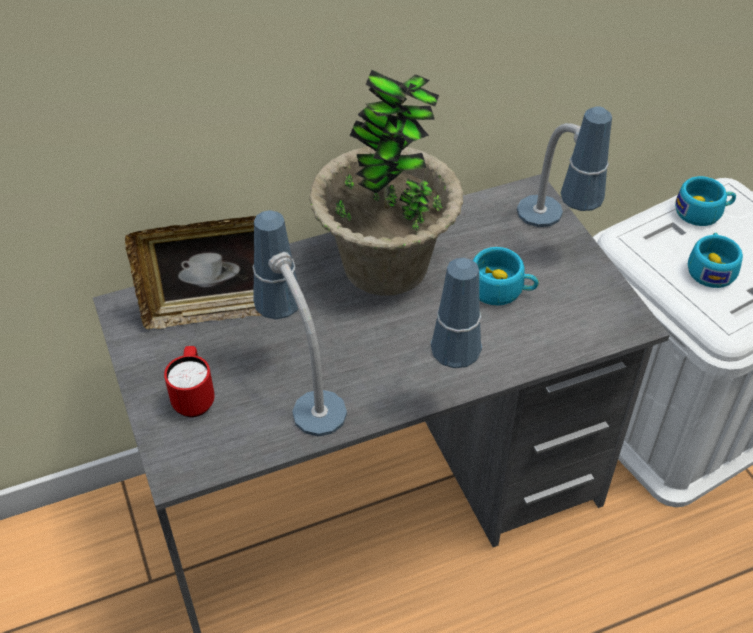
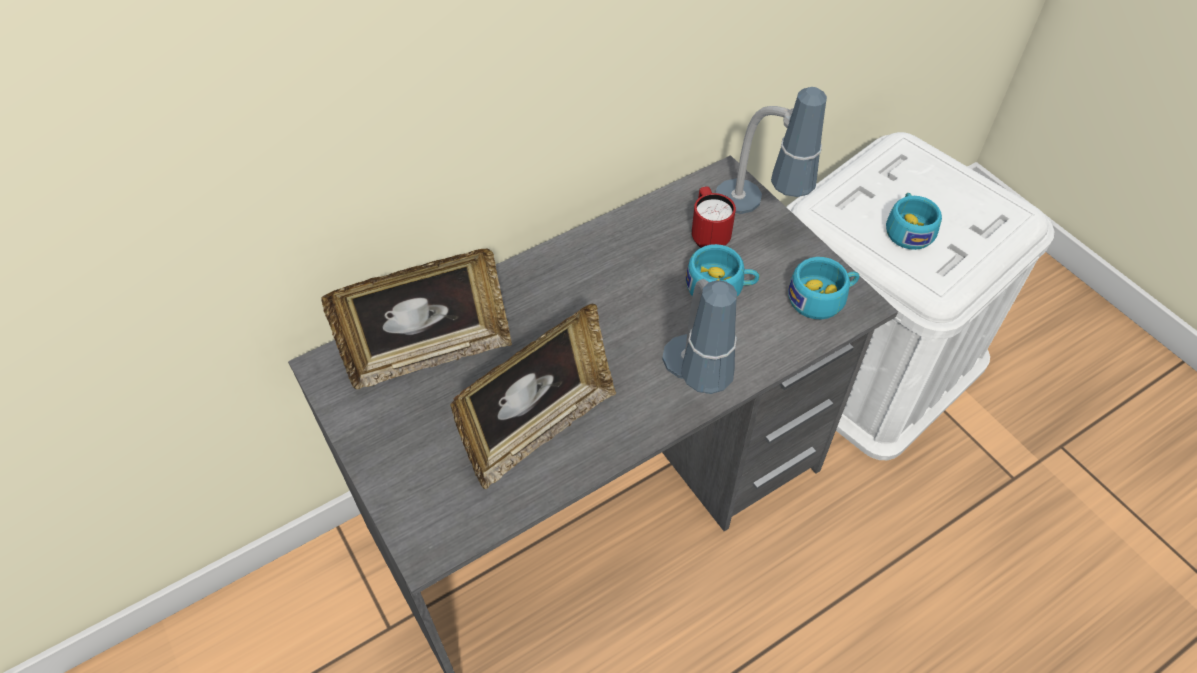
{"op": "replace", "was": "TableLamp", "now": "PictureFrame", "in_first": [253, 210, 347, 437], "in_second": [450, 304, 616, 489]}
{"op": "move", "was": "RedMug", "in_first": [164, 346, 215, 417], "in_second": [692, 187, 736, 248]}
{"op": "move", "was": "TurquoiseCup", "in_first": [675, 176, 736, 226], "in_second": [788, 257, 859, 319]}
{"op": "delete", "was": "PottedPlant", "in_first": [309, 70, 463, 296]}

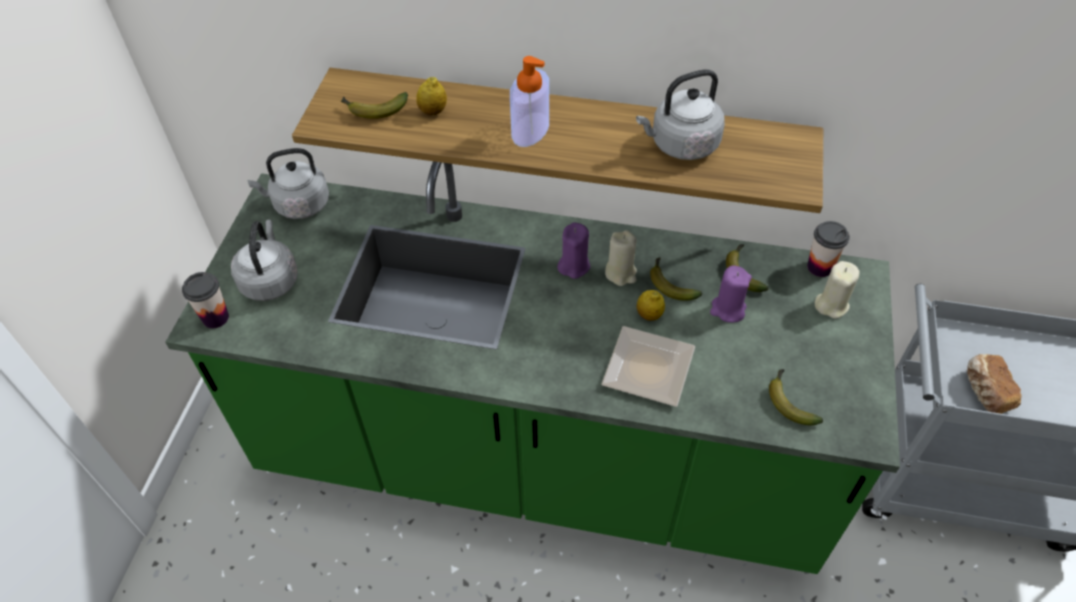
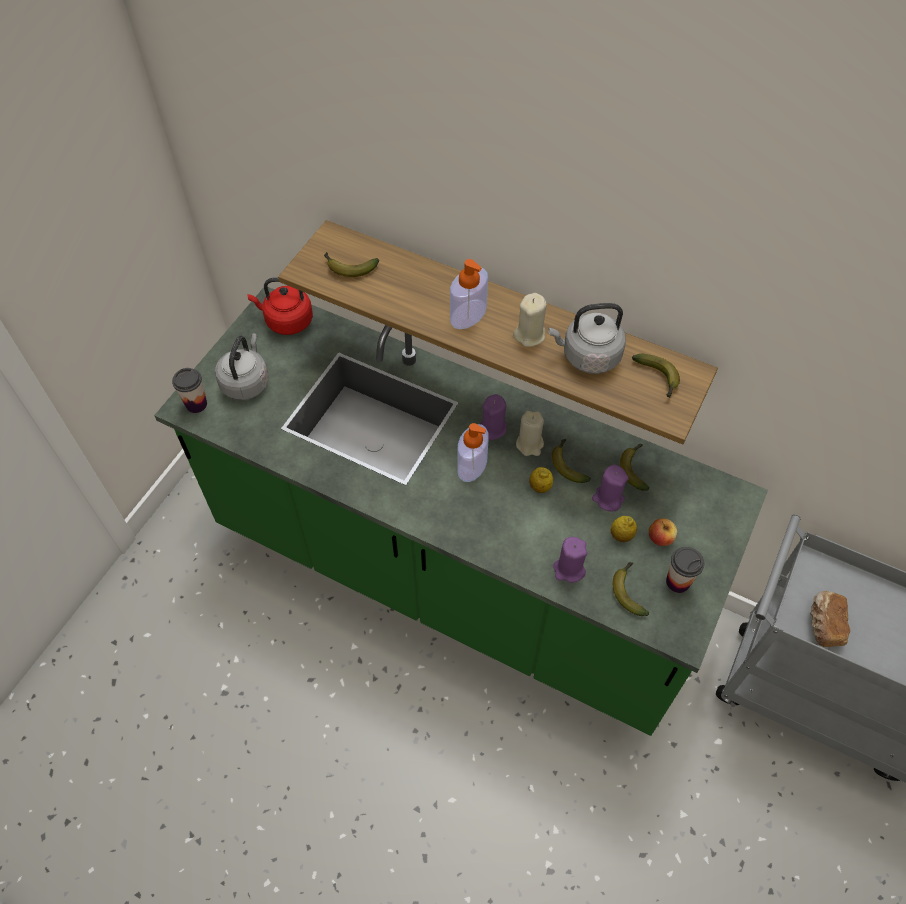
{"op": "recolor", "was": "GreyKettle", "now": "RedKettle", "in_first": [247, 148, 329, 219], "in_second": [248, 277, 313, 335]}
{"op": "insert", "now": "SoapDispenser", "in_second": [457, 423, 488, 482]}
{"op": "move", "was": "BeigeCandle", "in_first": [815, 261, 859, 319], "in_second": [513, 293, 547, 347]}
{"op": "insert", "now": "PurpleCandle", "in_second": [553, 537, 587, 583]}
{"op": "move", "was": "Lemon", "in_first": [417, 77, 447, 115], "in_second": [611, 516, 637, 542]}
{"op": "insert", "now": "Banana", "in_second": [632, 354, 680, 398]}
{"op": "insert", "now": "Apple", "in_second": [649, 518, 677, 546]}
{"op": "move", "was": "Cup", "in_first": [807, 221, 850, 277], "in_second": [666, 547, 704, 593]}
{"op": "delete", "was": "Plate", "in_first": [602, 326, 696, 407]}

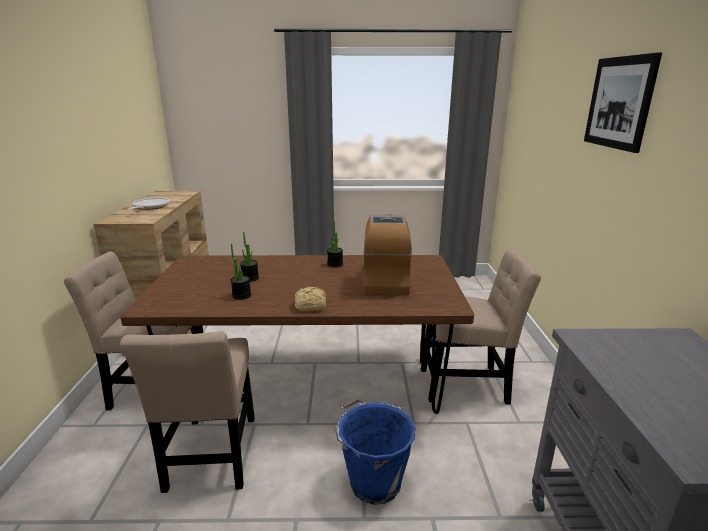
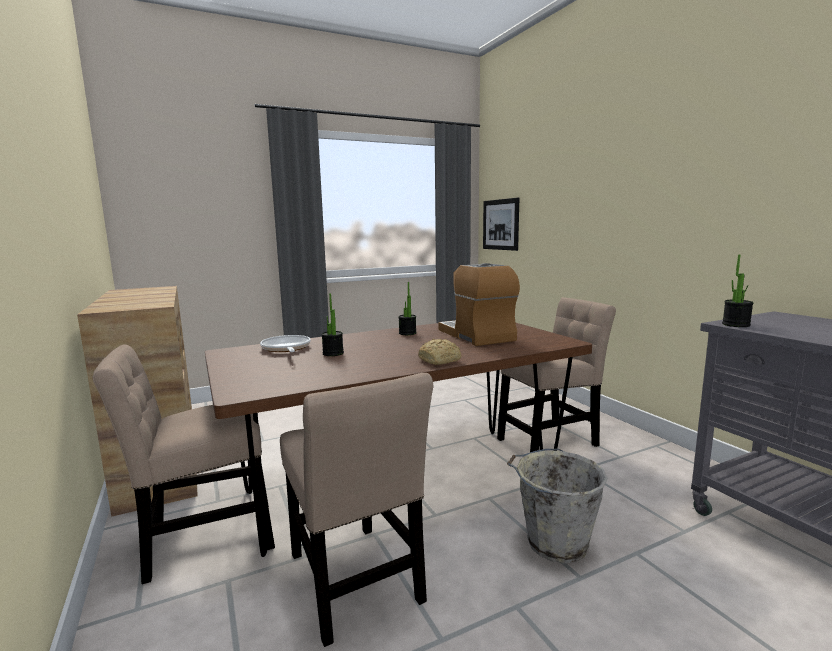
{"op": "move", "was": "FryingPan", "in_first": [126, 197, 170, 210], "in_second": [260, 335, 311, 352]}
{"op": "move", "was": "Picture", "in_first": [584, 52, 662, 153], "in_second": [483, 198, 519, 251]}
{"op": "recolor", "was": "BlueBucket", "now": "GreyBucket", "in_first": [336, 400, 416, 505], "in_second": [507, 449, 608, 563]}
{"op": "move", "was": "PottedPlant", "in_first": [231, 244, 251, 300], "in_second": [722, 254, 754, 327]}

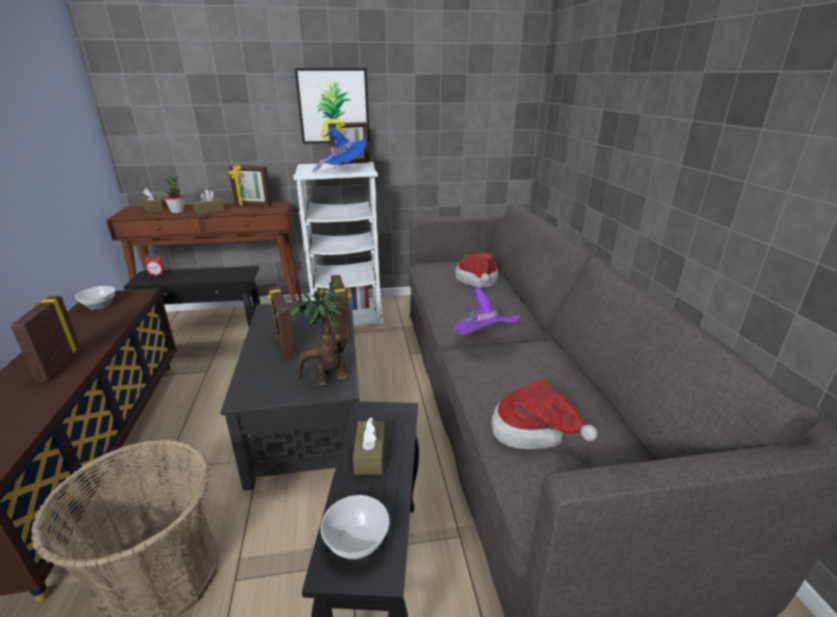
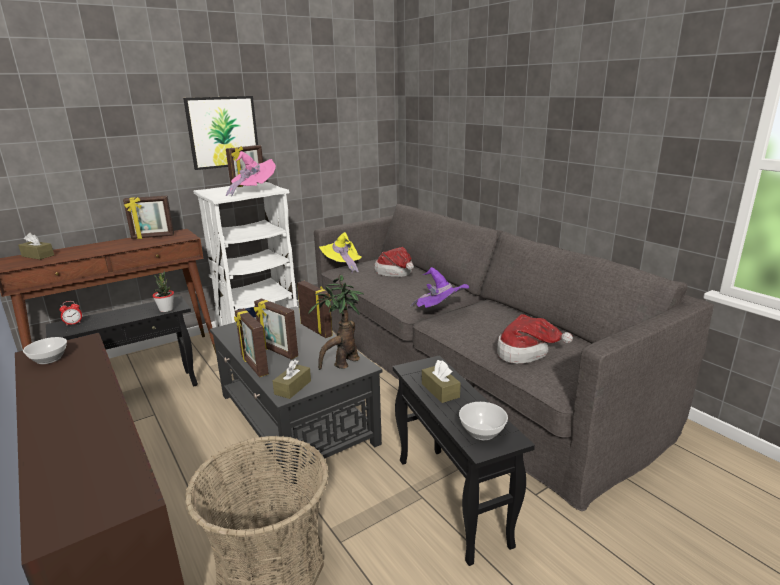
{"op": "move", "was": "PottedPlant", "in_first": [164, 176, 184, 214], "in_second": [153, 271, 174, 312]}
{"op": "recolor", "was": "BlueHat", "now": "PinkHat", "in_first": [312, 127, 366, 174], "in_second": [226, 151, 276, 197]}
{"op": "move", "was": "PictureFrame", "in_first": [10, 296, 81, 382], "in_second": [234, 308, 269, 377]}
{"op": "move", "was": "BrownTissueBox", "in_first": [192, 190, 225, 215], "in_second": [273, 360, 311, 399]}
{"op": "insert", "now": "YellowHat", "in_second": [319, 232, 362, 274]}

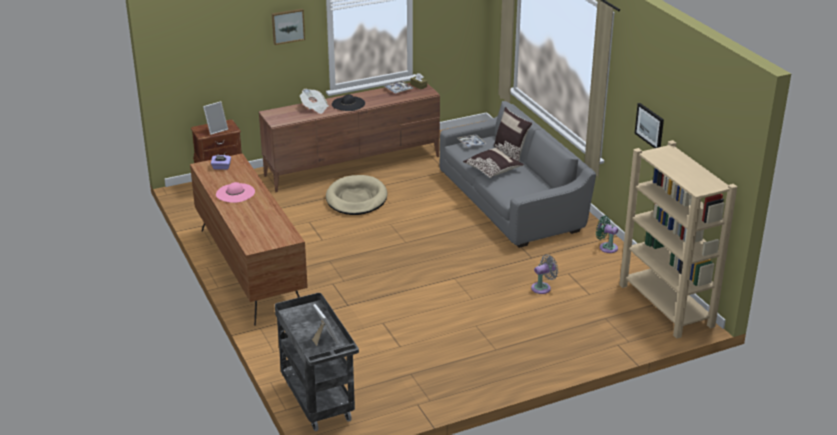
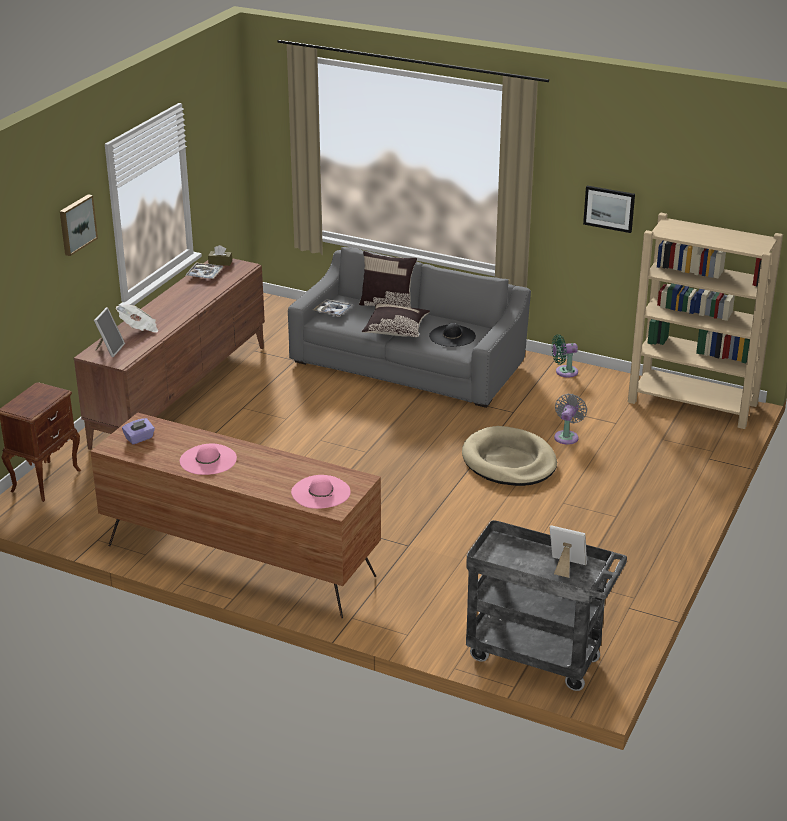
{"op": "move", "was": "PictureFrame", "in_first": [203, 101, 228, 135], "in_second": [94, 307, 125, 357]}
{"op": "insert", "now": "PinkHat", "in_second": [291, 475, 351, 509]}
{"op": "move", "was": "BlackHat", "in_first": [332, 94, 365, 111], "in_second": [429, 323, 476, 347]}
{"op": "move", "was": "BeigeDogBed", "in_first": [326, 175, 387, 215], "in_second": [462, 426, 557, 486]}

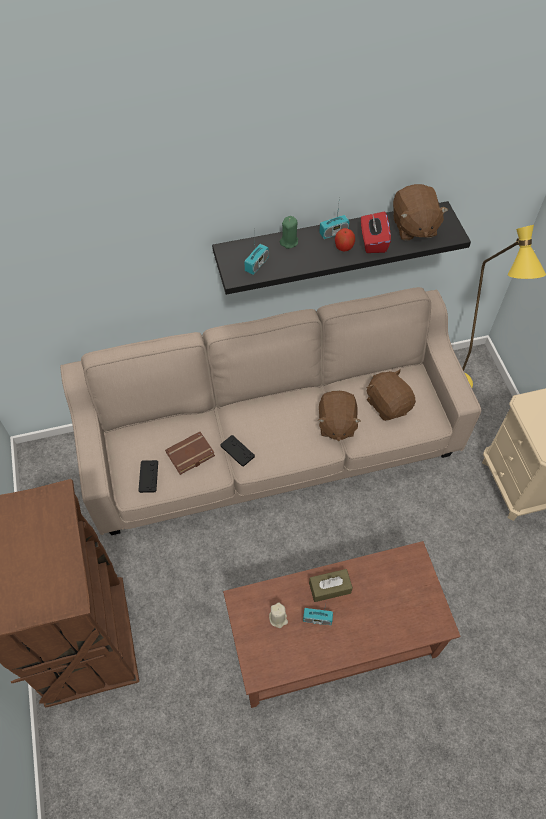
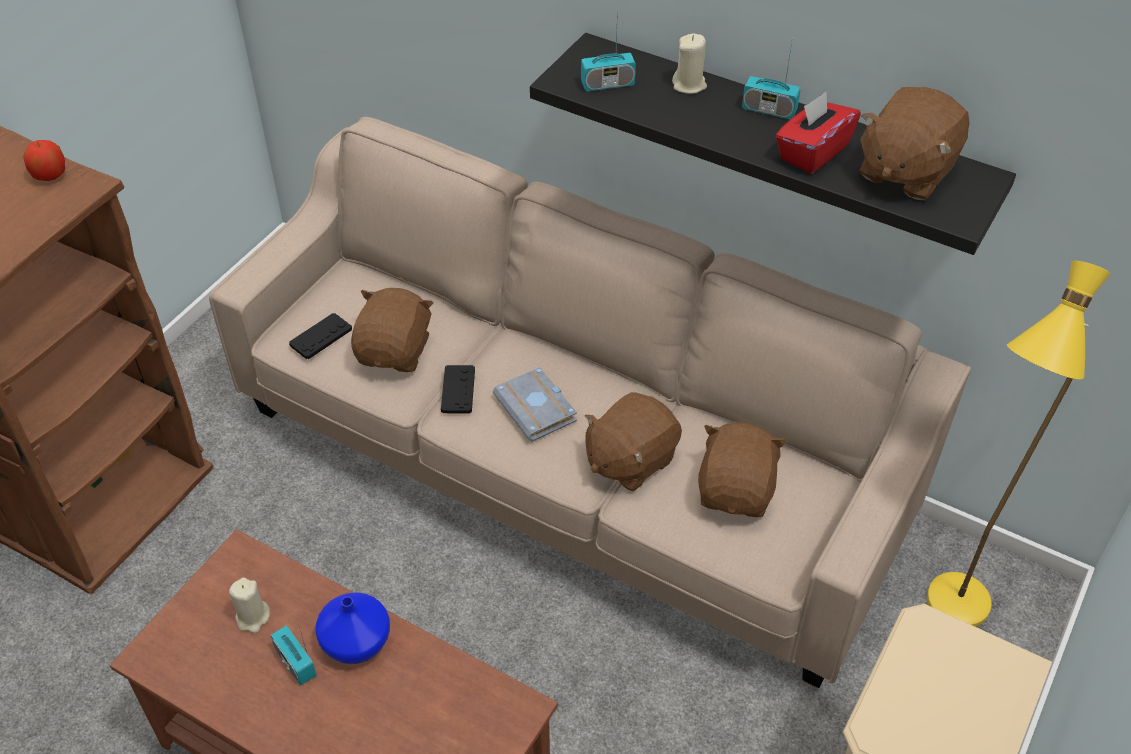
{"op": "move", "was": "Apple", "in_first": [335, 228, 355, 252], "in_second": [23, 140, 65, 181]}
{"op": "replace", "was": "BrownTissueBox", "now": "BlueVase", "in_first": [309, 569, 353, 602], "in_second": [315, 592, 390, 664]}
{"op": "replace", "was": "BrownBook", "now": "BrownPlushToy", "in_first": [165, 432, 215, 475], "in_second": [351, 288, 433, 372]}
{"op": "insert", "now": "GreyBook", "in_second": [493, 367, 577, 442]}
{"op": "recolor", "was": "GreenCandle", "now": "BeigeCandle", "in_first": [280, 216, 298, 249], "in_second": [672, 34, 707, 94]}

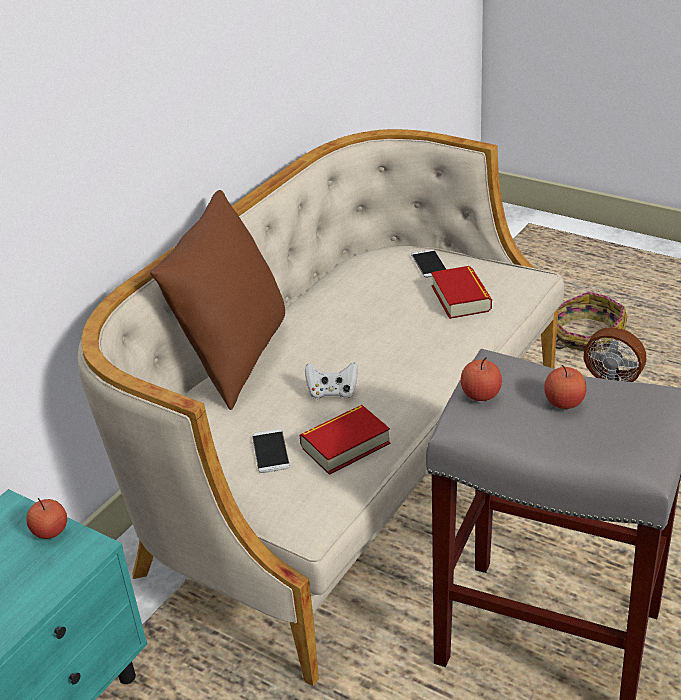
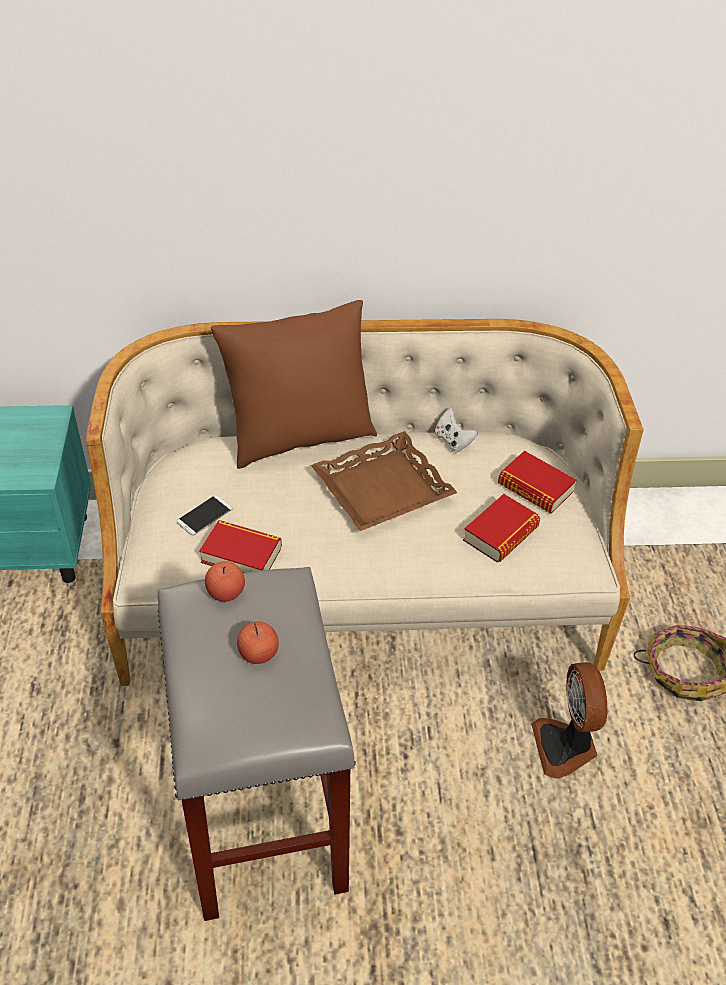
{"op": "insert", "now": "BrownTray", "in_second": [311, 431, 458, 531]}
{"op": "move", "was": "WhiteGameController", "in_first": [305, 362, 358, 399], "in_second": [435, 408, 478, 452]}
{"op": "replace", "was": "Phone", "now": "Book", "in_first": [411, 249, 447, 278], "in_second": [498, 451, 576, 514]}
{"op": "delete", "was": "Apple", "in_first": [26, 498, 67, 539]}

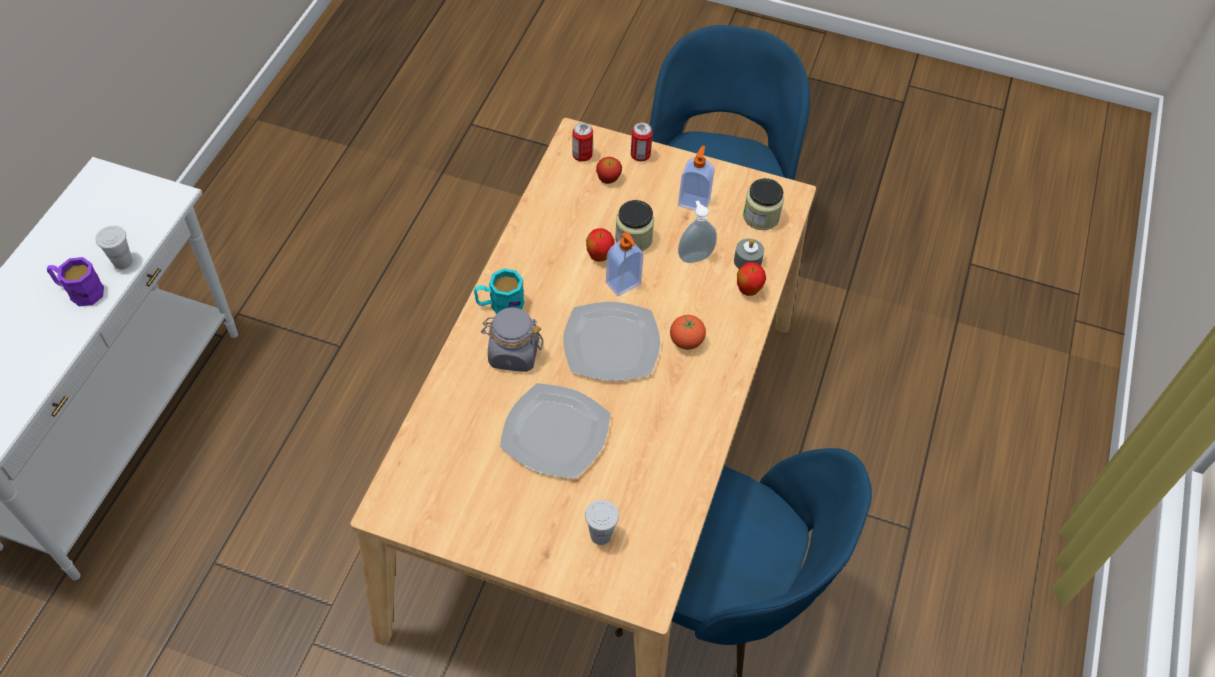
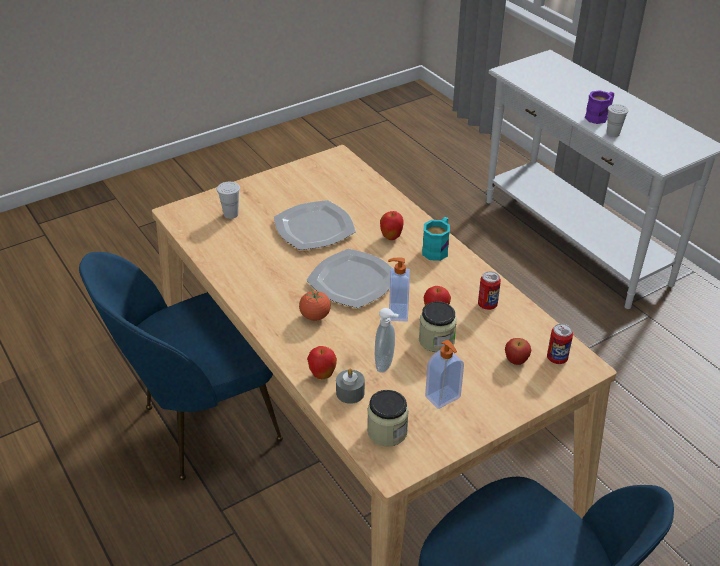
{"op": "replace", "was": "GreyJar", "now": "Apple", "in_first": [481, 307, 543, 372], "in_second": [380, 211, 404, 240]}
{"op": "move", "was": "Can", "in_first": [631, 122, 653, 162], "in_second": [478, 271, 501, 310]}

